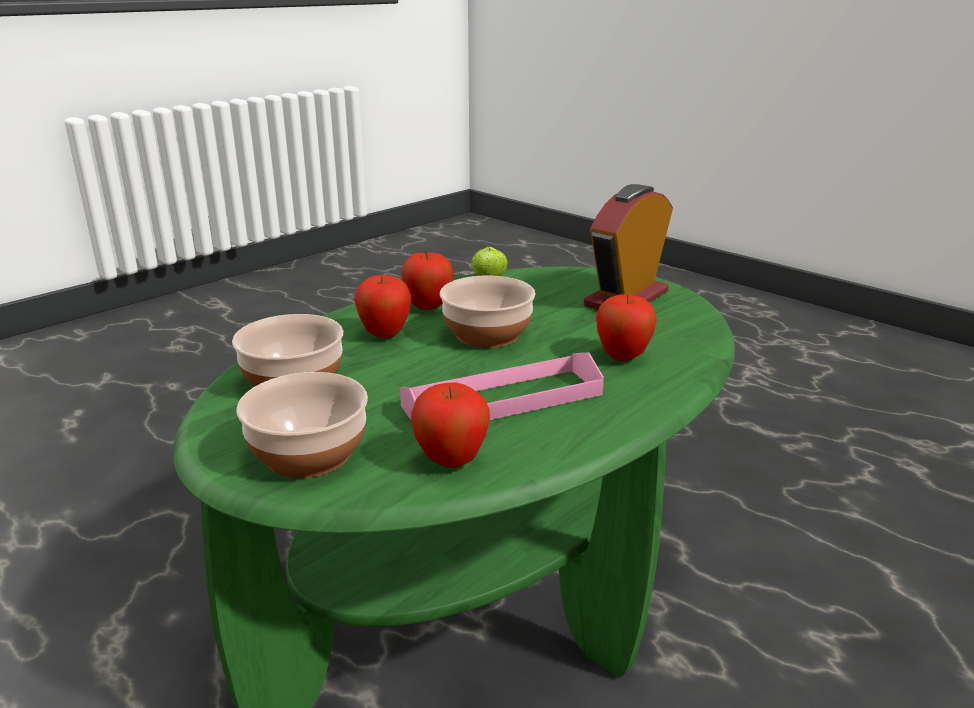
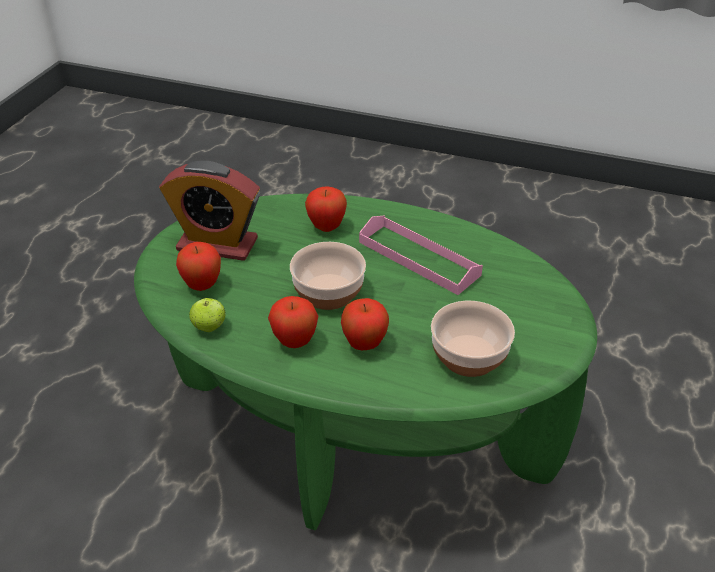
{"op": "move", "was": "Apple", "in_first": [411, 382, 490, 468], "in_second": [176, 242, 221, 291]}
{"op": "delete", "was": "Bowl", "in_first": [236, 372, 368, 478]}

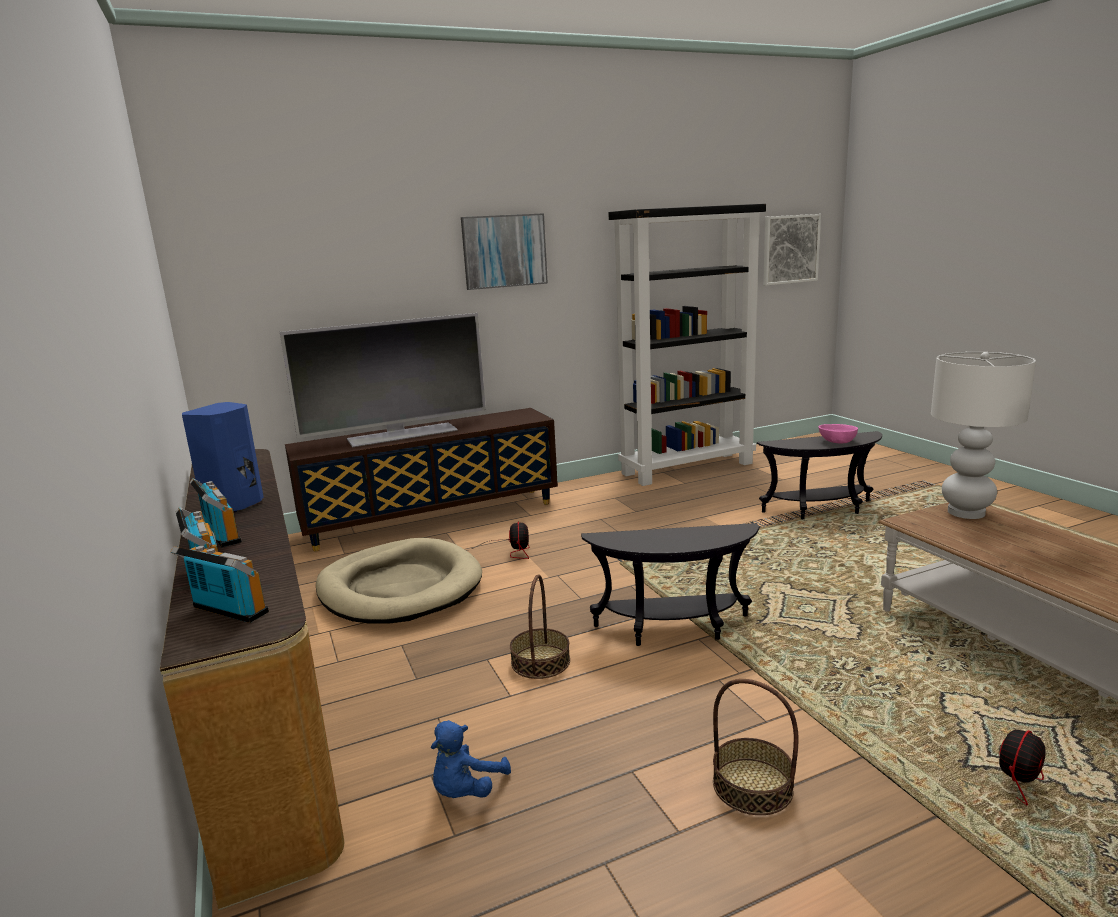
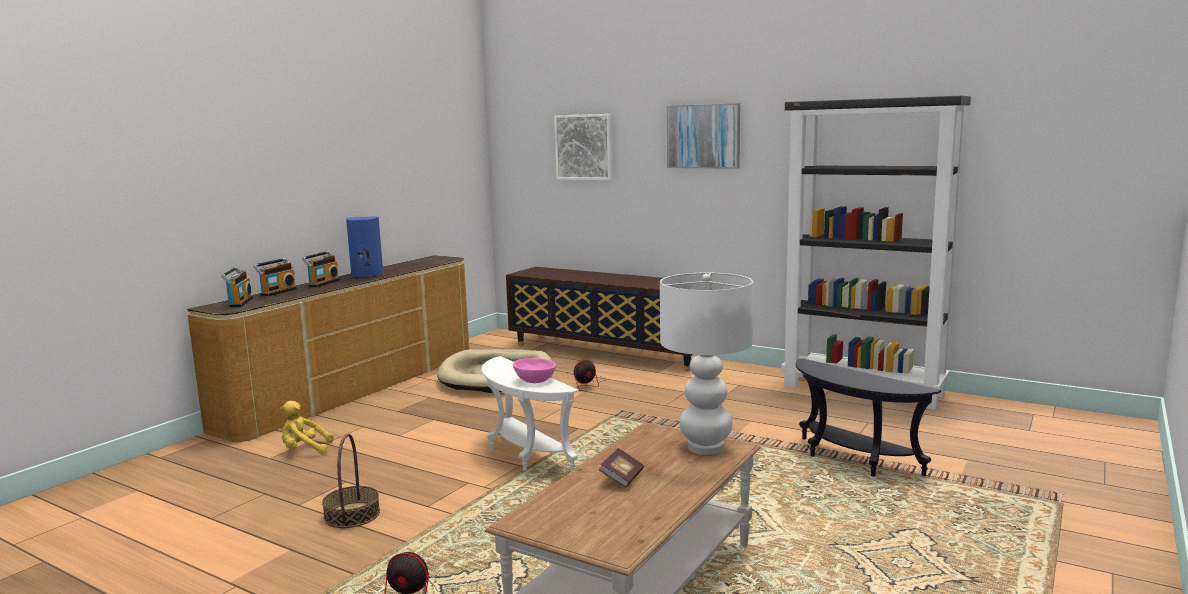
{"op": "recolor", "was": "BluePlushToy", "now": "YellowPlushToy", "in_first": [431, 720, 511, 798], "in_second": [280, 401, 333, 454]}
{"op": "recolor", "was": "BlackSideTable", "now": "WhiteSideTable", "in_first": [581, 523, 760, 646], "in_second": [482, 356, 579, 472]}
{"op": "move", "was": "PinkBowl", "in_first": [818, 424, 858, 443], "in_second": [513, 358, 556, 383]}
{"op": "move", "was": "Picture", "in_first": [763, 214, 821, 286], "in_second": [554, 114, 612, 180]}
{"op": "insert", "now": "Book", "in_second": [599, 448, 644, 487]}
{"op": "delete", "was": "Television", "in_first": [280, 313, 486, 447]}
{"op": "delete", "was": "Basket", "in_first": [510, 575, 570, 679]}

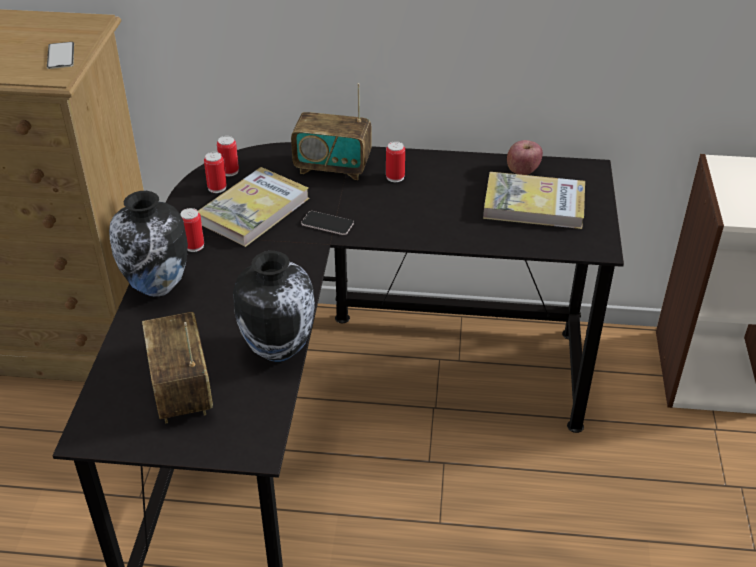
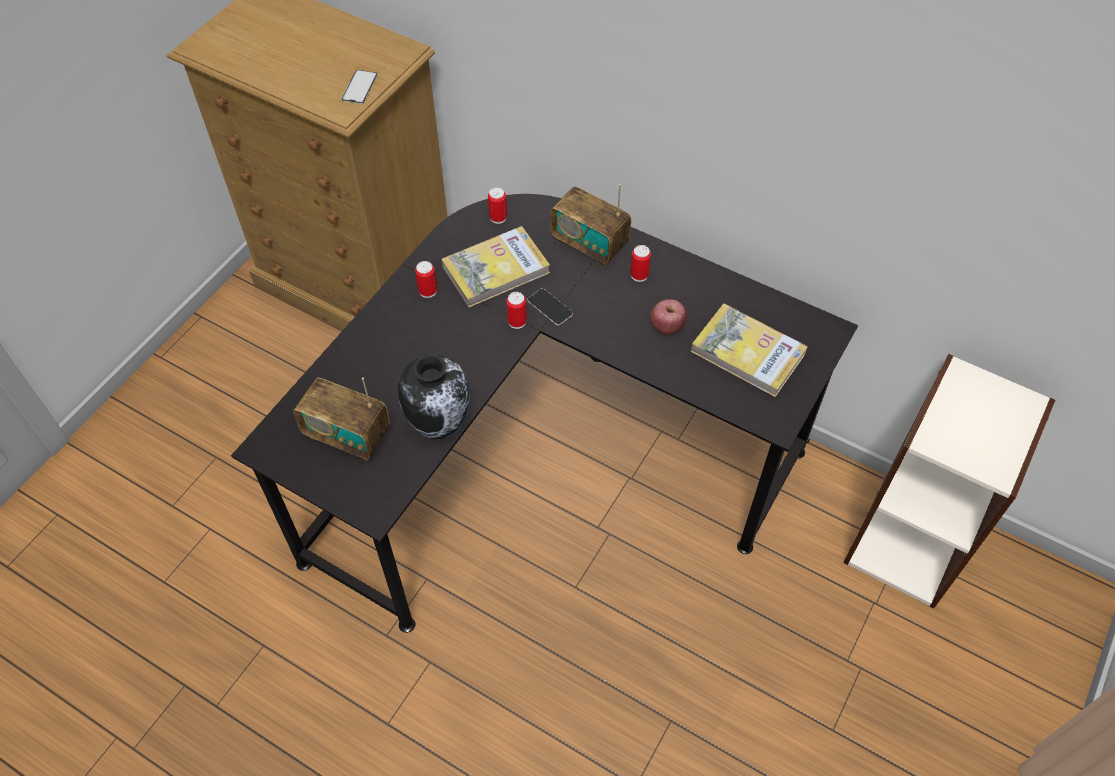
{"op": "rotate", "was": "Radio", "in_first": [142, 312, 213, 424], "in_second": [293, 377, 390, 461], "clockwise": -75}
{"op": "move", "was": "Can", "in_first": [204, 152, 227, 193], "in_second": [506, 292, 527, 329]}
{"op": "move", "was": "Apple", "in_first": [507, 140, 543, 175], "in_second": [650, 299, 687, 335]}
{"op": "delete", "was": "Vase", "in_first": [109, 191, 188, 297]}

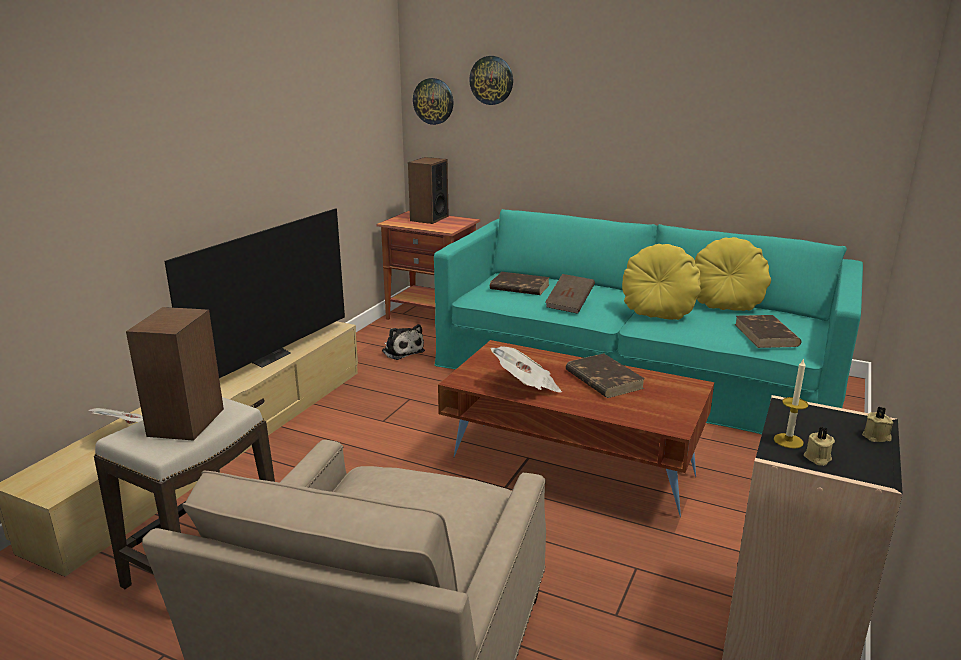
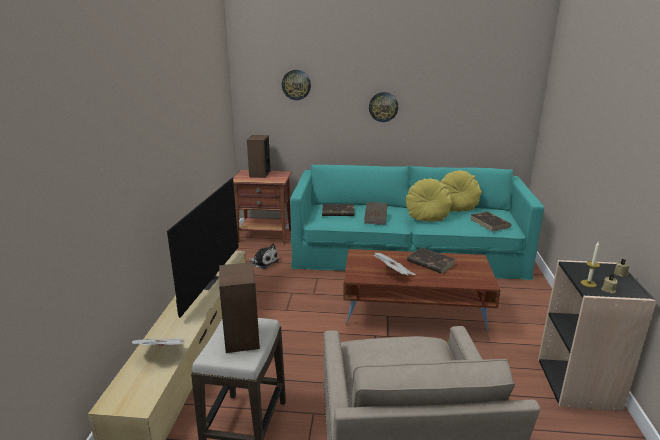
{"op": "move", "was": "WallClock", "in_first": [413, 78, 454, 125], "in_second": [369, 92, 398, 122]}

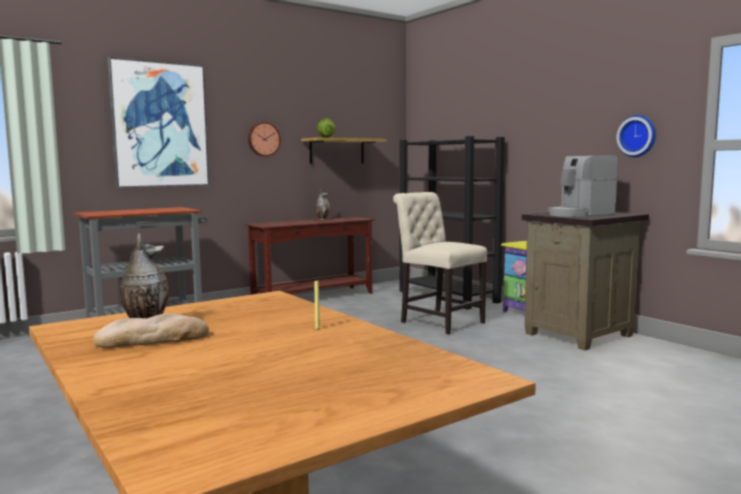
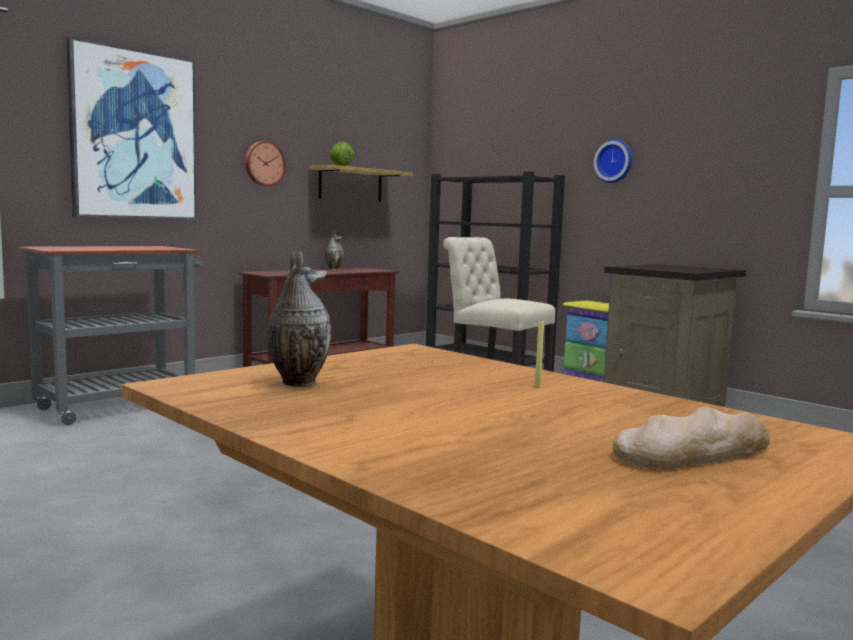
{"op": "move", "was": "WallClock", "in_first": [617, 115, 656, 157], "in_second": [594, 139, 632, 183]}
{"op": "move", "was": "Bread", "in_first": [93, 314, 209, 348], "in_second": [613, 407, 770, 469]}
{"op": "delete", "was": "CoffeeMachine", "in_first": [548, 156, 618, 217]}

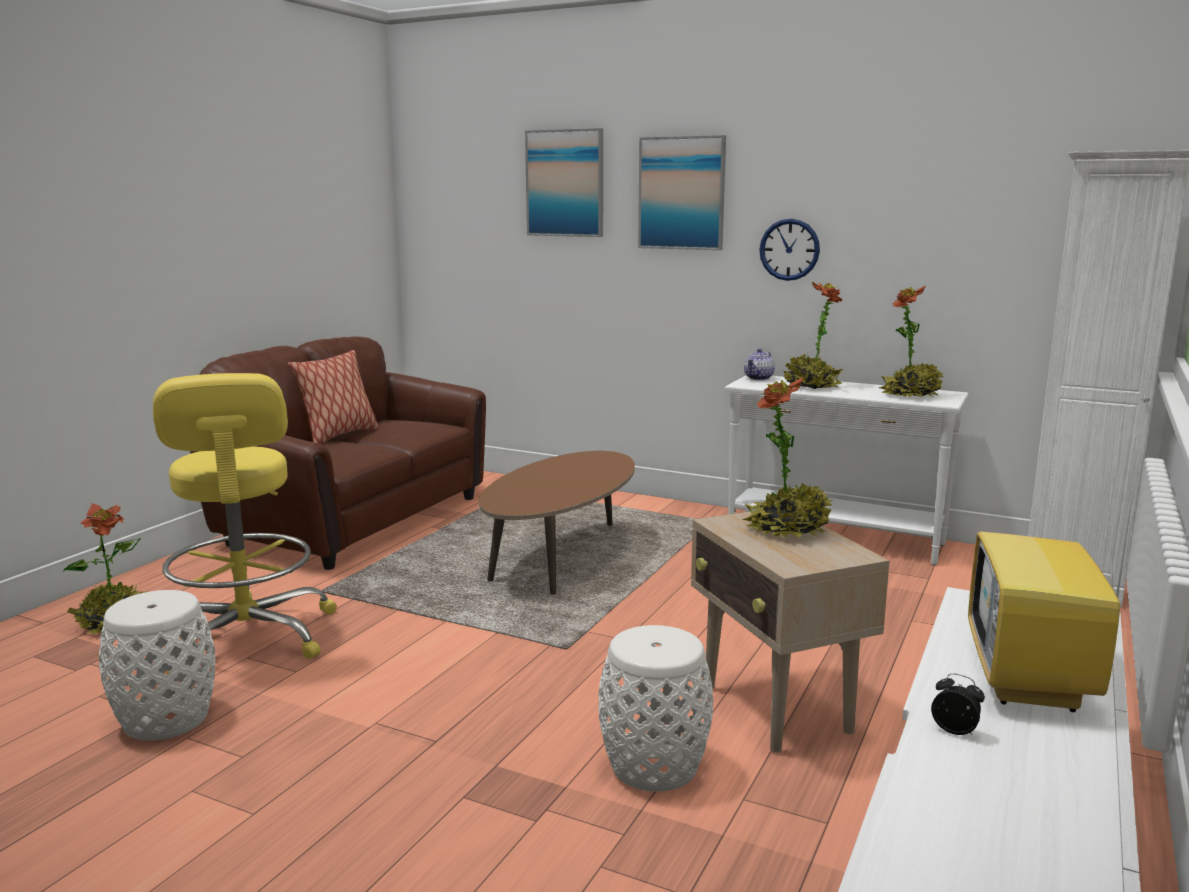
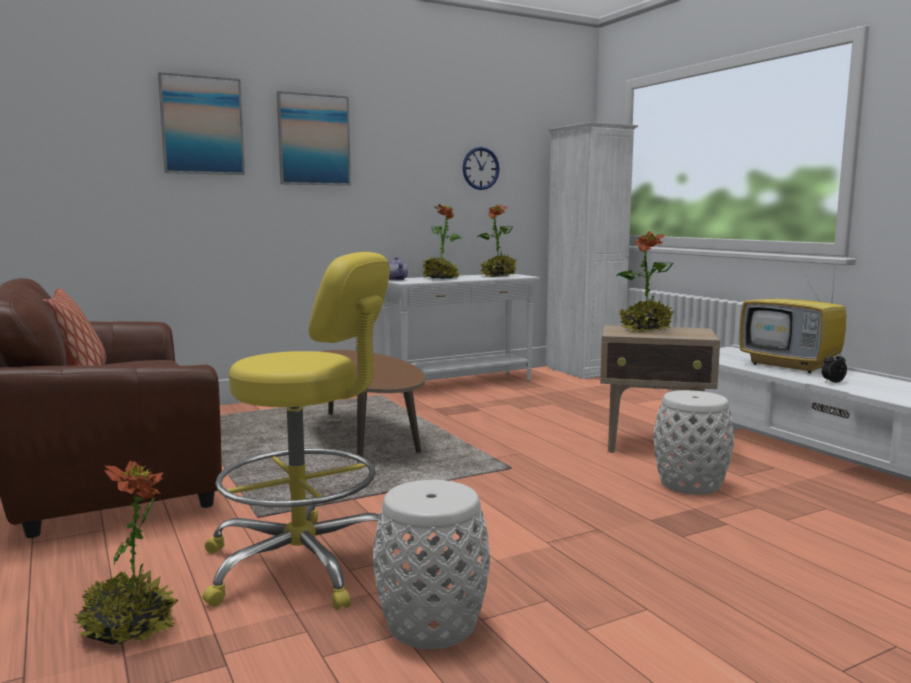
{"op": "move", "was": "WallClock", "in_first": [759, 219, 820, 281], "in_second": [462, 147, 499, 190]}

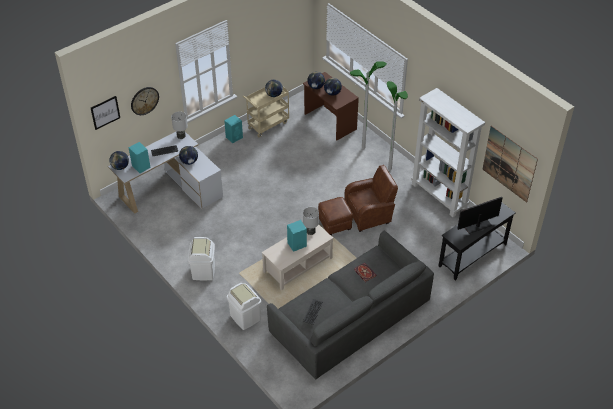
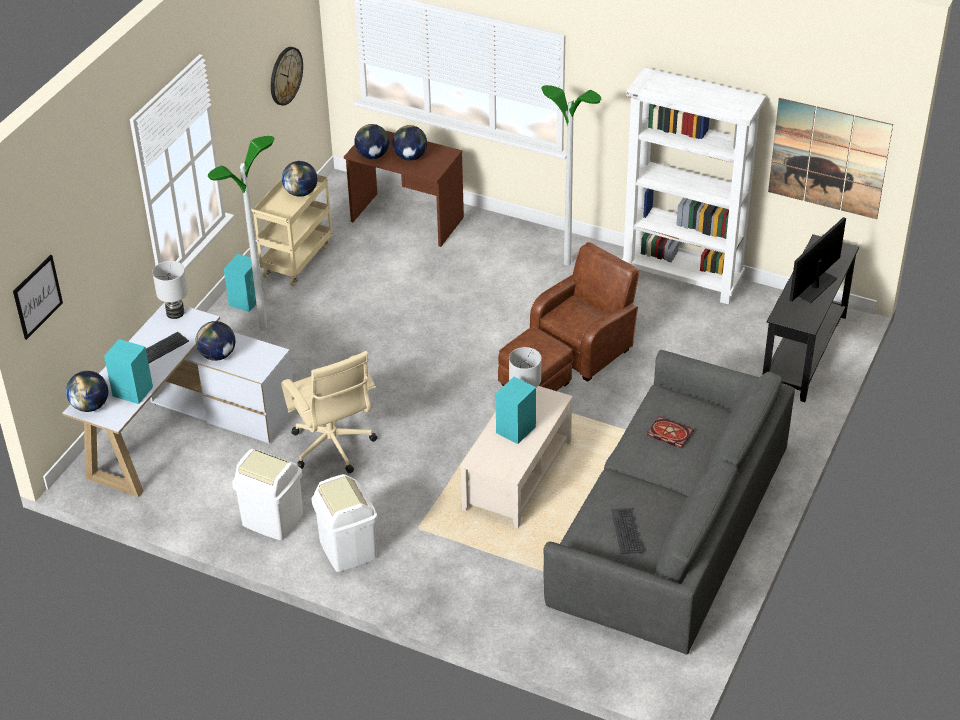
{"op": "move", "was": "FloorLamp", "in_first": [350, 61, 387, 149], "in_second": [208, 136, 274, 331]}
{"op": "move", "was": "WhiteTrashCan", "in_first": [227, 283, 262, 330], "in_second": [232, 449, 303, 540]}
{"op": "move", "was": "WallClock", "in_first": [131, 87, 159, 115], "in_second": [271, 47, 303, 106]}
{"op": "insert", "now": "BeigeOfficeChair", "in_second": [281, 351, 378, 473]}

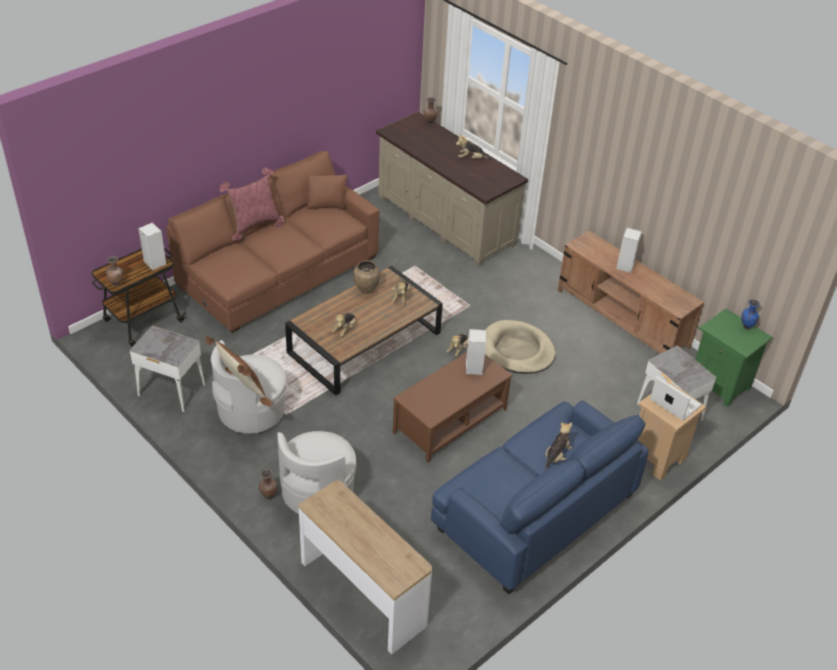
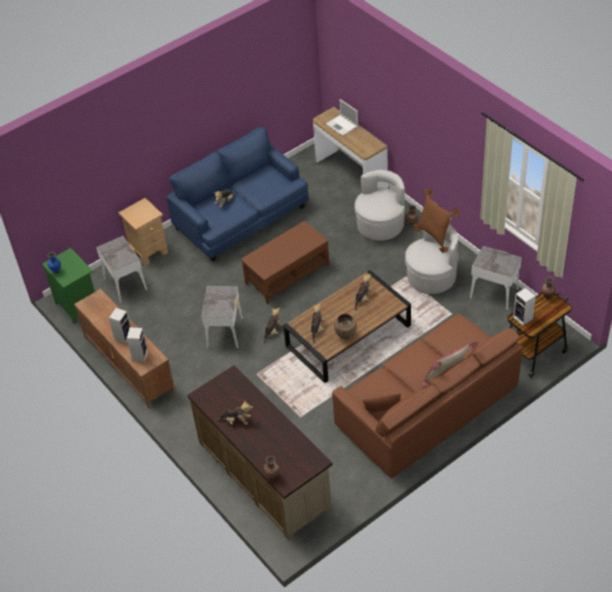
{"op": "move", "was": "Speaker", "in_first": [466, 329, 486, 375], "in_second": [127, 327, 148, 362]}
{"op": "replace", "was": "BeigeDogBed", "now": "SideTable", "in_first": [485, 320, 556, 374], "in_second": [202, 286, 243, 348]}
{"op": "move", "was": "Laptop", "in_first": [650, 377, 702, 421], "in_second": [326, 99, 358, 136]}

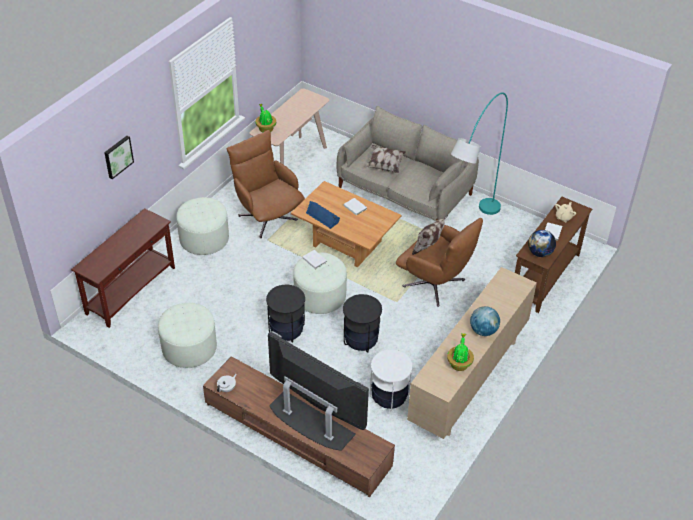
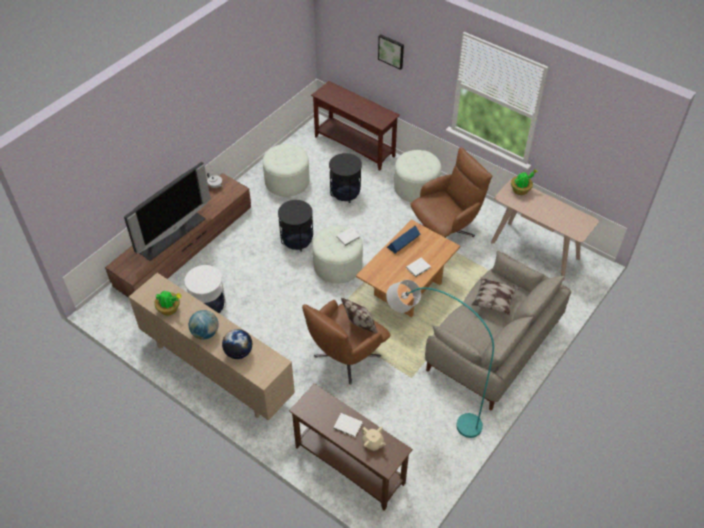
{"op": "move", "was": "Globe", "in_first": [528, 230, 556, 257], "in_second": [222, 329, 253, 359]}
{"op": "move", "was": "BlackSideTable", "in_first": [343, 294, 382, 353], "in_second": [329, 153, 362, 203]}

